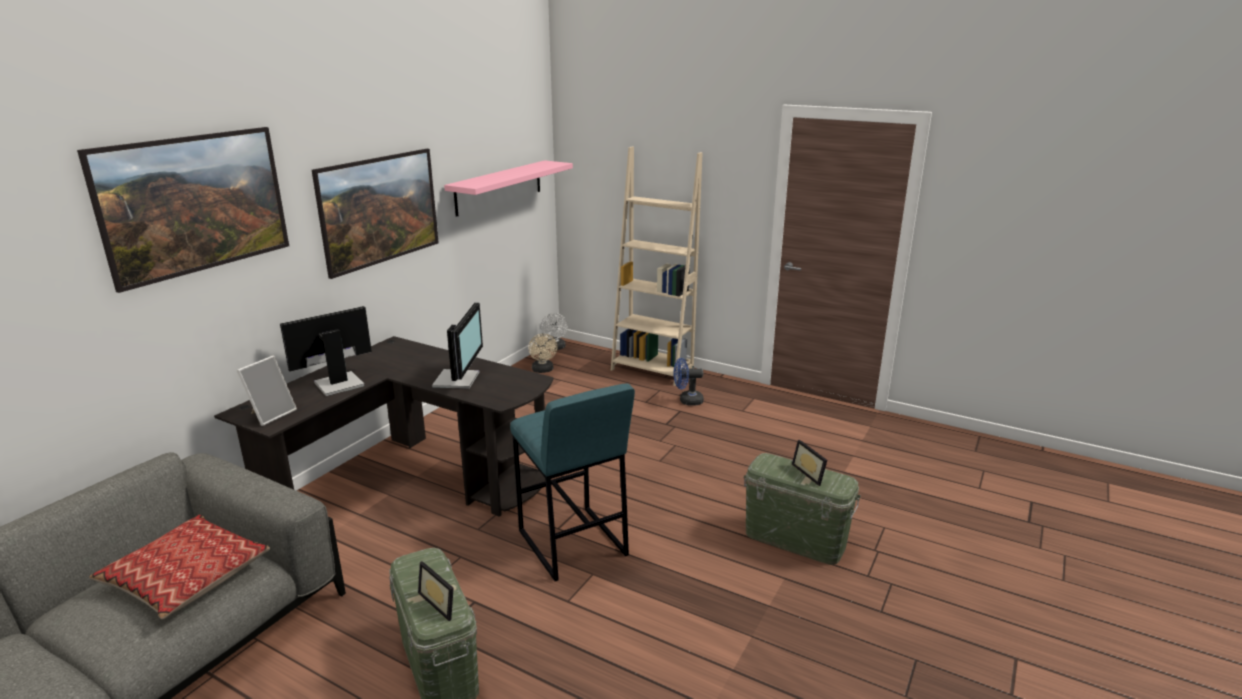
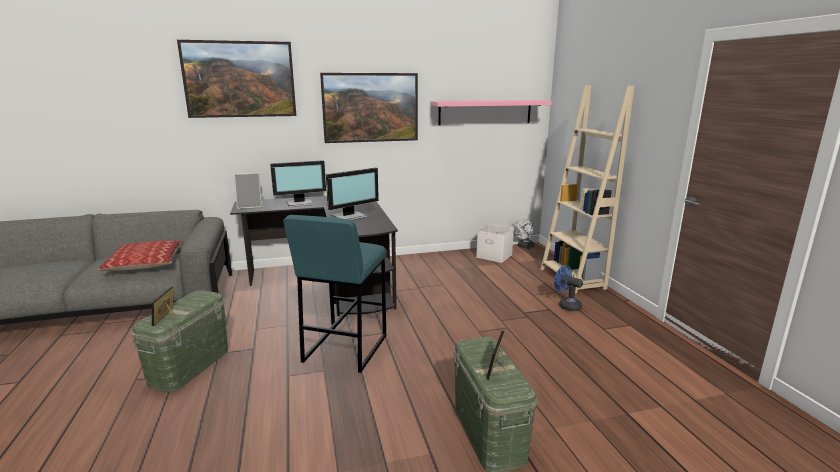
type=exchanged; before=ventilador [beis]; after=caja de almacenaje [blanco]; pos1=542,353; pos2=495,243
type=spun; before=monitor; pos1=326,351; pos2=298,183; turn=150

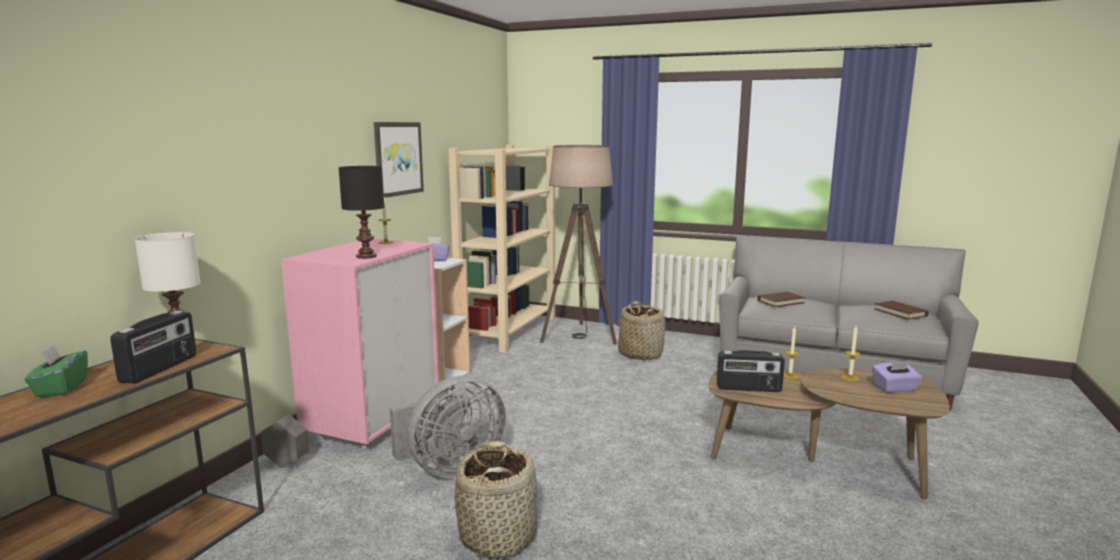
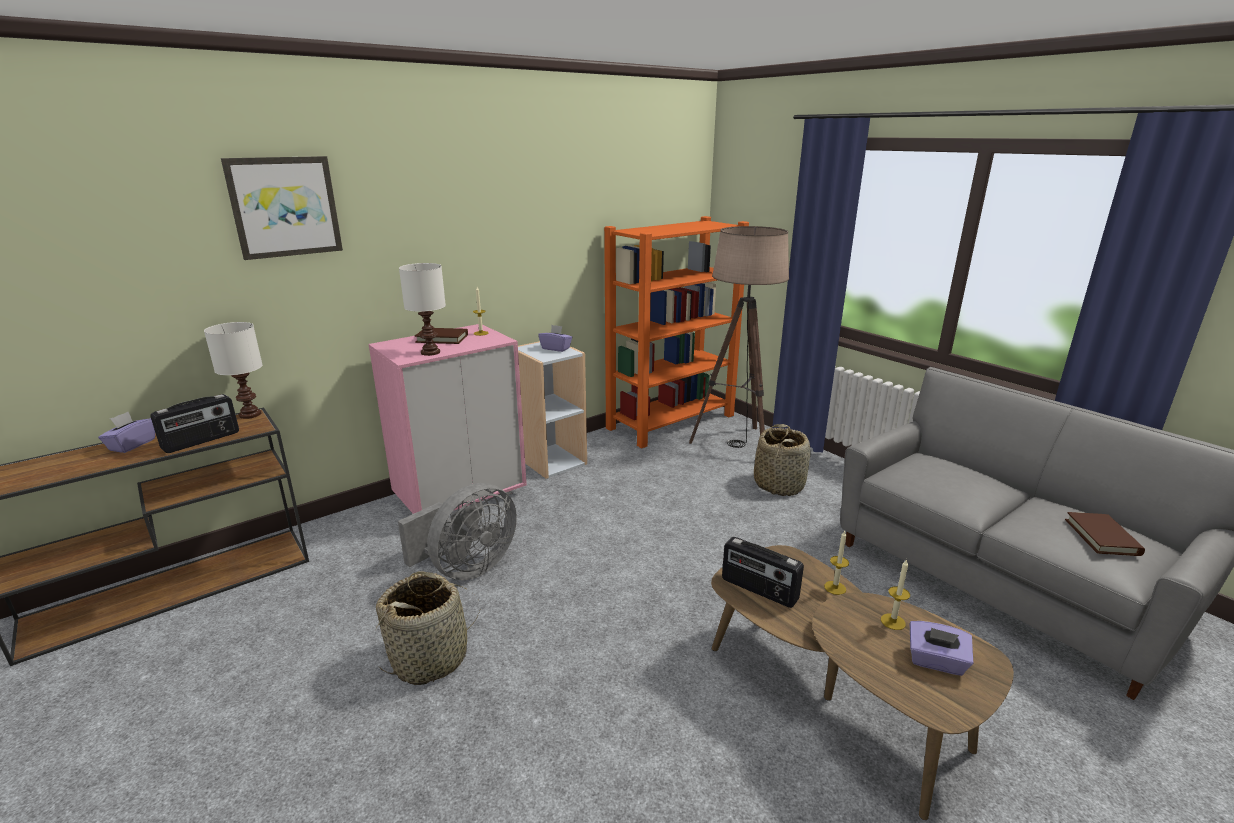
type=missing; before=maceta [gris]; pos1=285,441
type=relocated; before=cuadro; pos1=399,160; pos2=282,208
type=relocated; before=libro [marrón]; pos1=781,299; pos2=441,336
type=colour; before=caja de pañuelos [verde]; after=caja de pañuelos [morado]; pos1=56,370; pos2=126,432
type=colour; before=lámpara de mesa [negro]; after=lámpara de mesa [blanco]; pos1=361,212; pos2=422,309
type=colour; before=estantería [beis]; after=estantería [naranja]; pos1=501,249; pos2=676,332
type=spun; before=ventilador [gris]; pos1=448,427; pos2=457,531; turn=-45

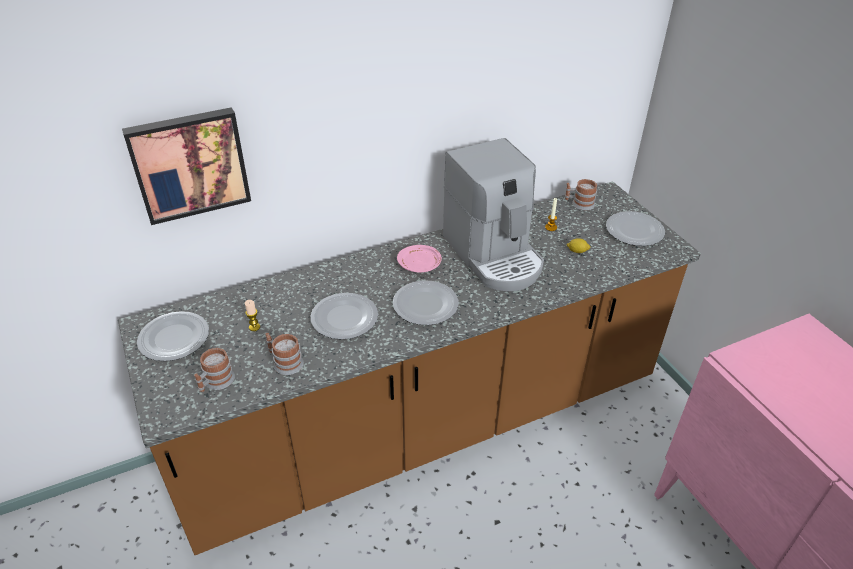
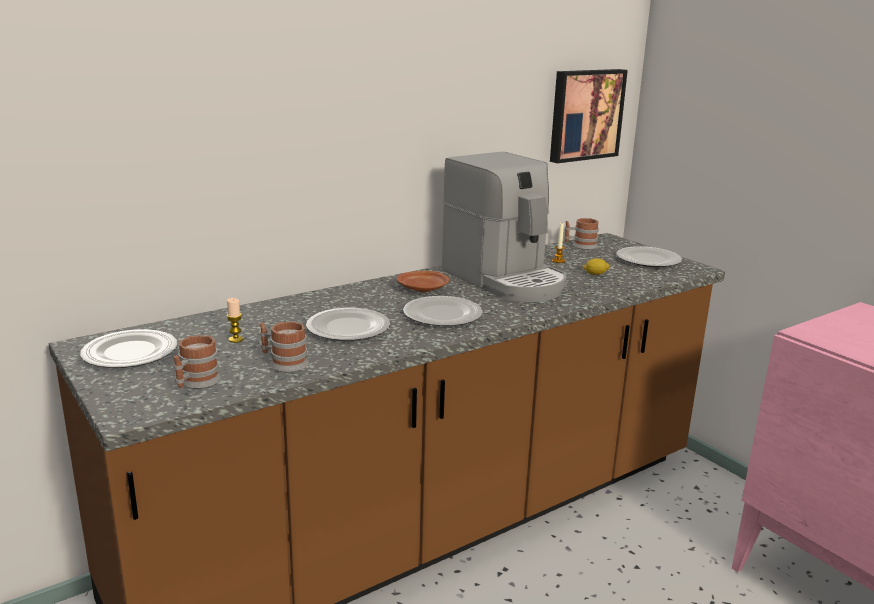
type=relocated; before=cuadro; pos1=186,166; pos2=589,116
type=colour; before=plato [rosa]; after=plato [marrón]; pos1=419,258; pos2=423,281

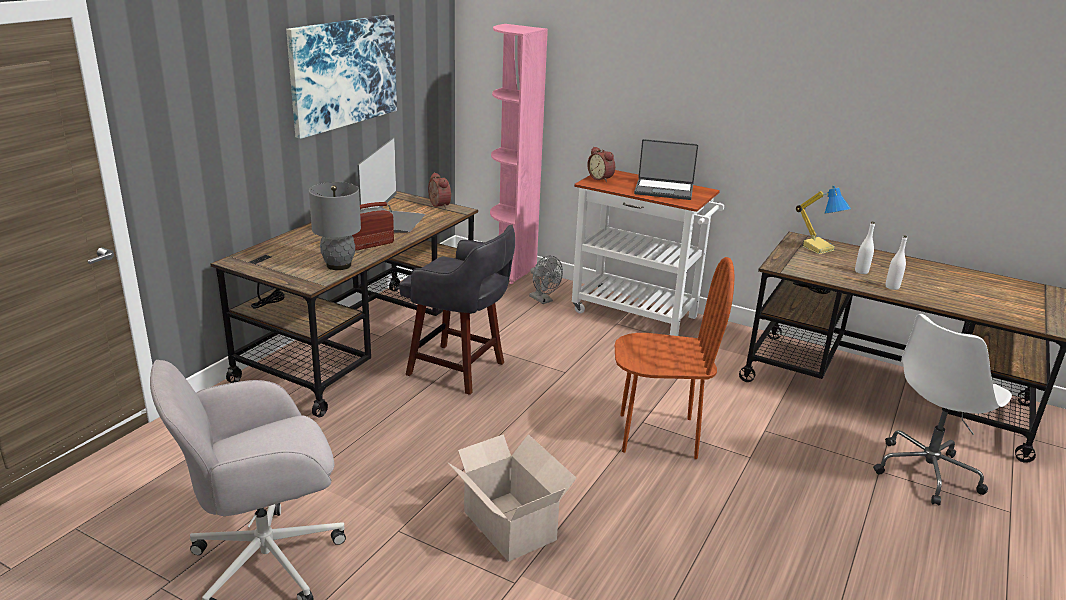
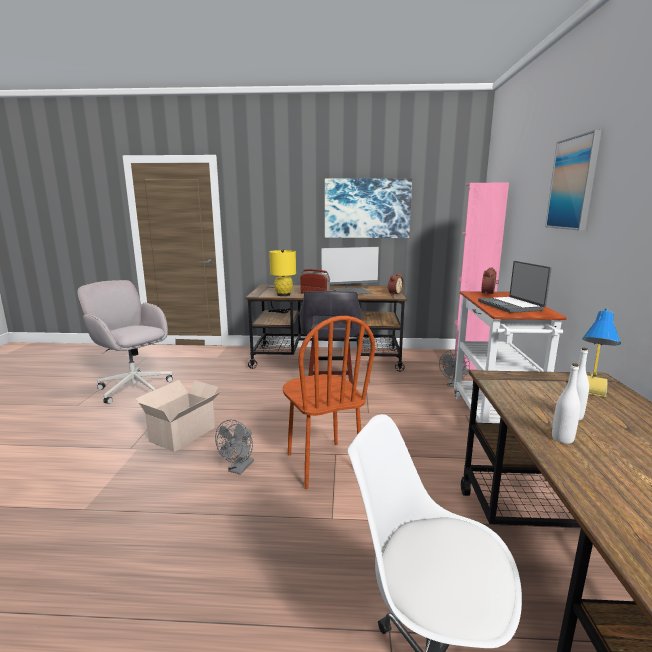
type=appeared; after=ventilador [gris]; pos2=234,447
type=appeared; after=cuadro; pos2=573,180
type=colour; before=lámpara de mesa [gris]; after=lámpara de mesa [amarillo]; pos1=335,226; pos2=282,272

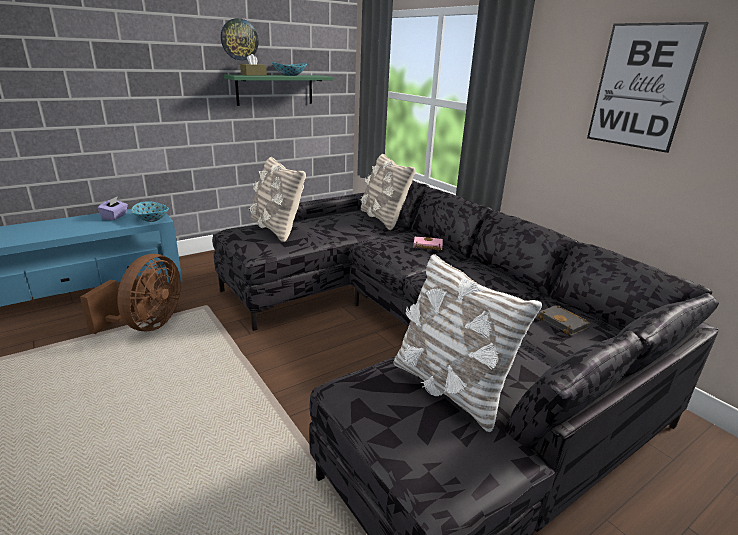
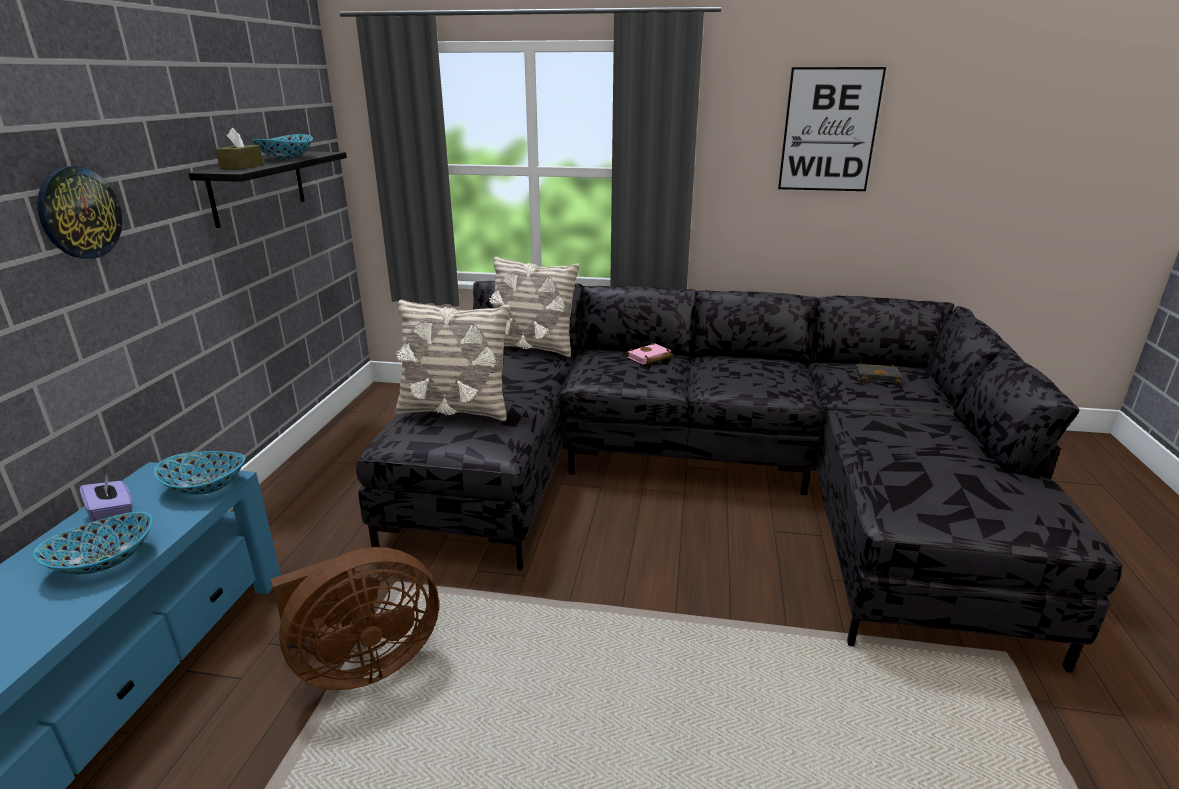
type=missing; before=cojín [blanco]; pos1=468,343
type=appeared; after=cuenco; pos2=93,543
type=relocated; before=reloj de pared; pos1=239,39; pos2=79,212
type=colour; before=estante [verde]; after=estante [negro]; pos1=278,90; pos2=268,189
type=spun; before=ventilador [marrón]; pos1=130,294; pos2=355,618; turn=90

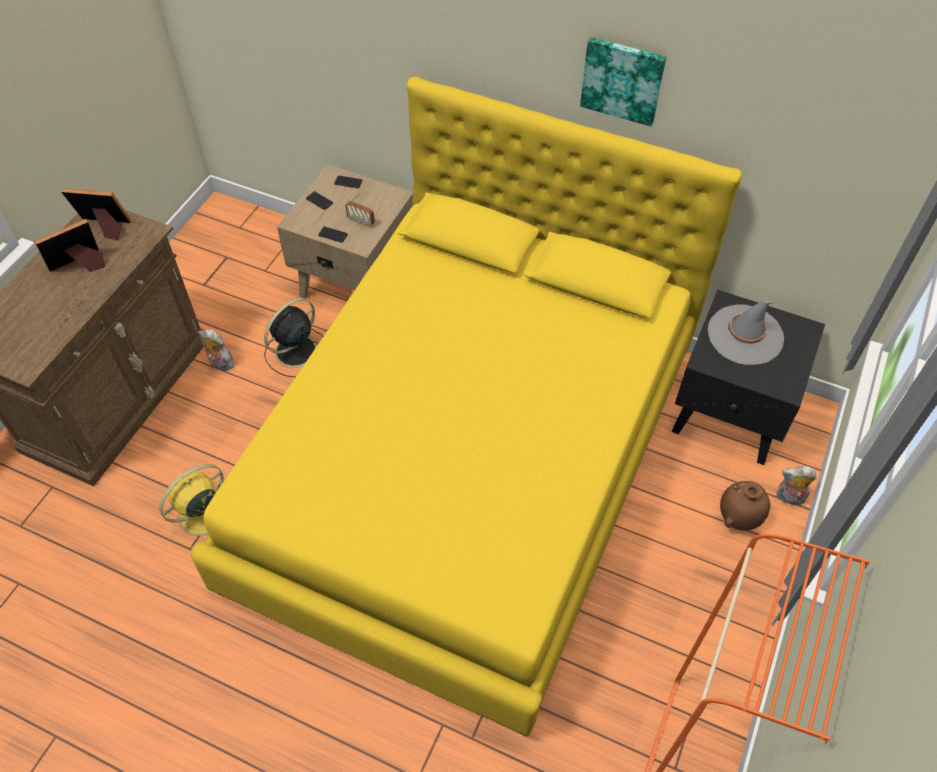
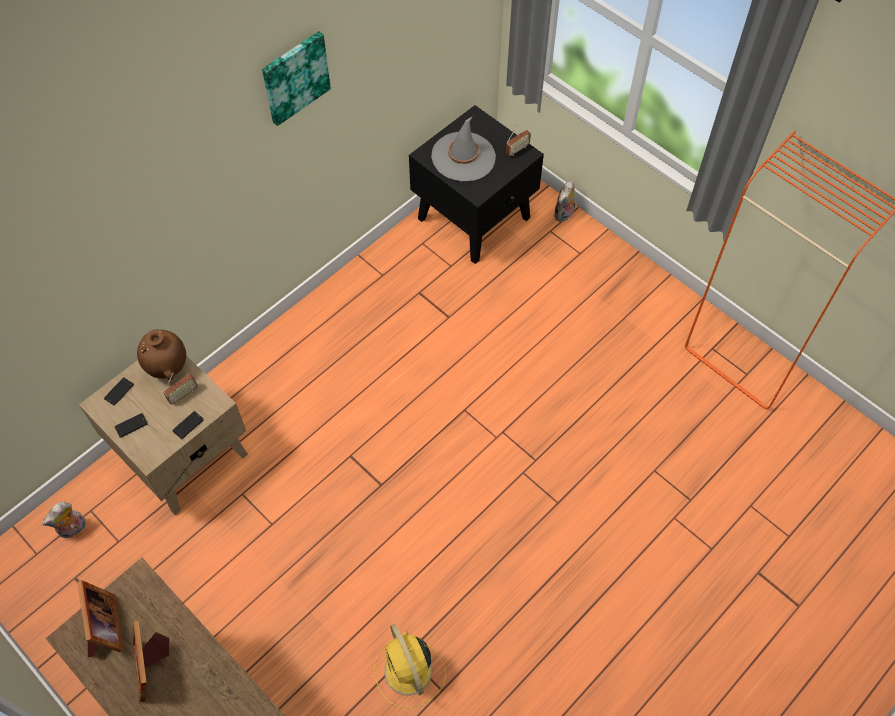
type=missing; before=cama [amarillo]; pos1=466,406
type=missing; before=ventilador [negro]; pos1=293,337
type=appeared; after=radio; pos2=518,140
type=relocated; before=peluche; pos1=216,350; pos2=64,520
type=relocated; before=florero [marrón]; pos1=745,506; pos2=161,355
type=spun; before=portarretratos; pos1=96,214; pos2=100,618; turn=135

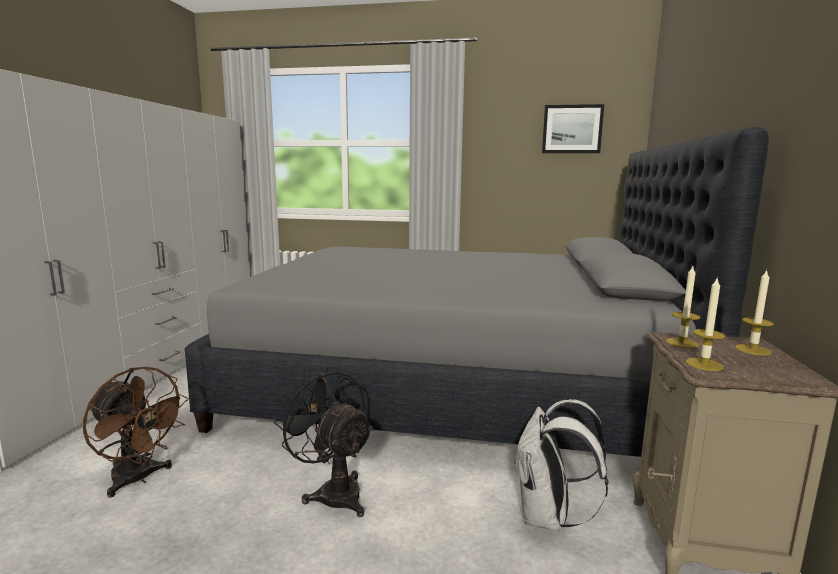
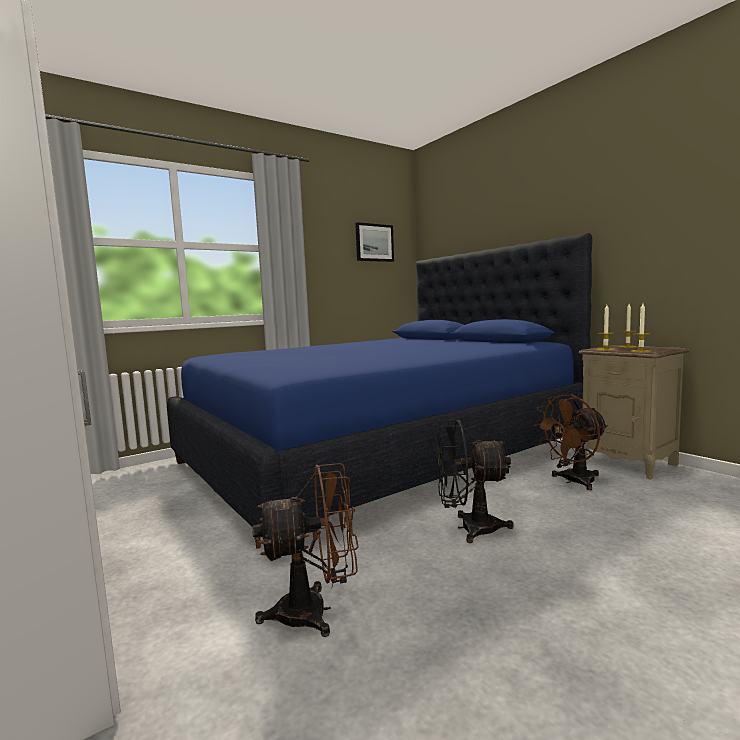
type=exchanged; before=mochila [blanco]; after=ventilador [marrón]; pos1=561,465; pos2=570,442
type=colour; before=cama [gris]; after=cama [azul]; pos1=477,292; pos2=379,397

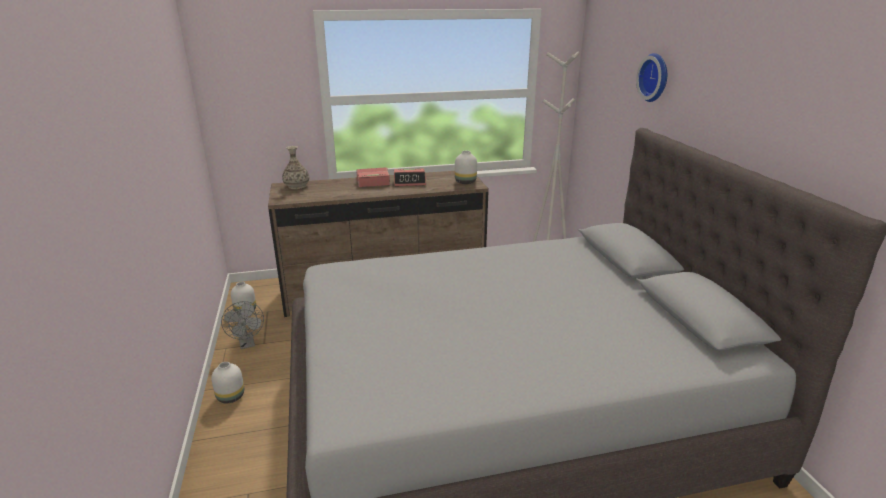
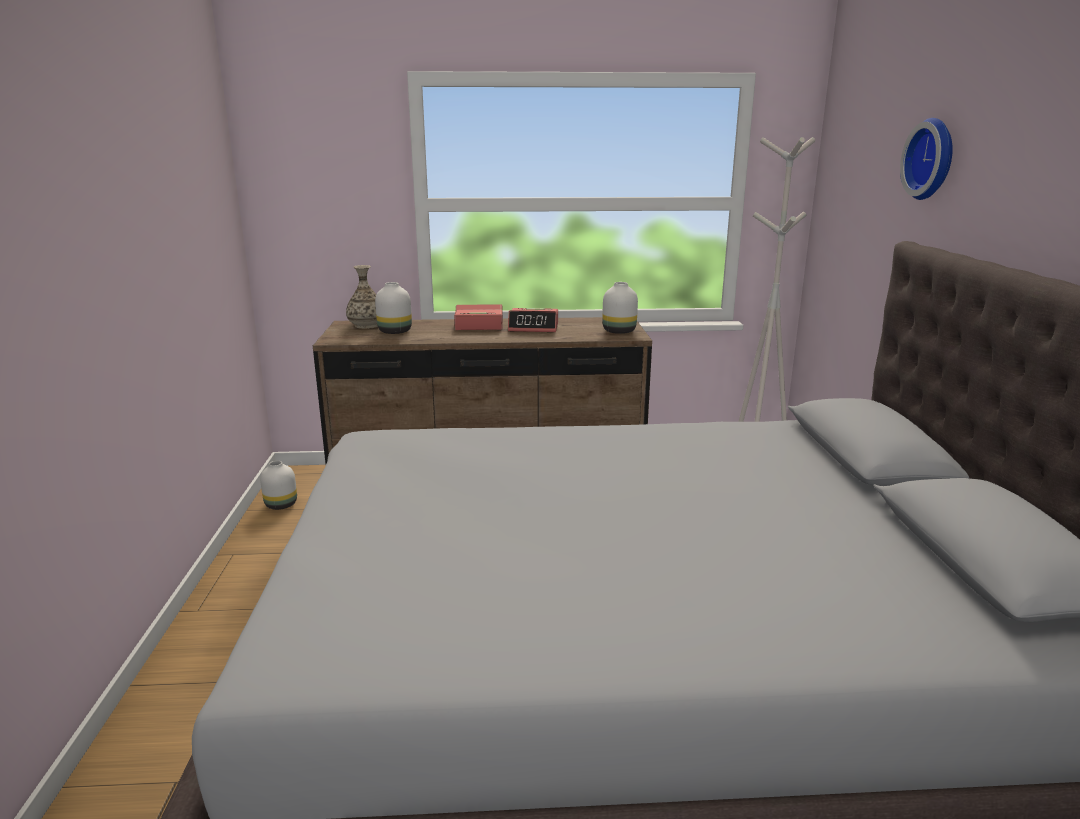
type=missing; before=ventilador [gris]; pos1=242,325
type=relocated; before=florero [blanco]; pos1=227,382; pos2=393,308

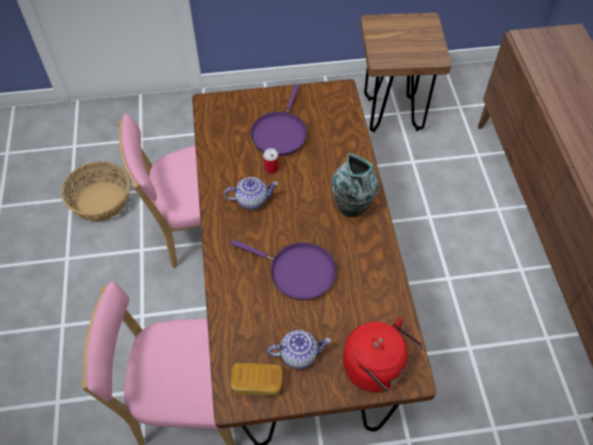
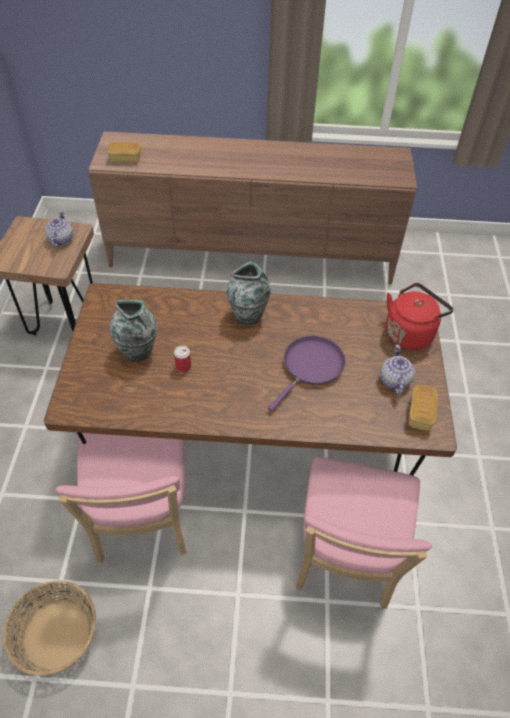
type=appeared; after=pan; pos2=124,152
type=relocated; before=tetera; pos1=251,193; pos2=59,229
type=exchanged; before=sartén [morado]; after=florero; pos1=278,120; pos2=133,331

